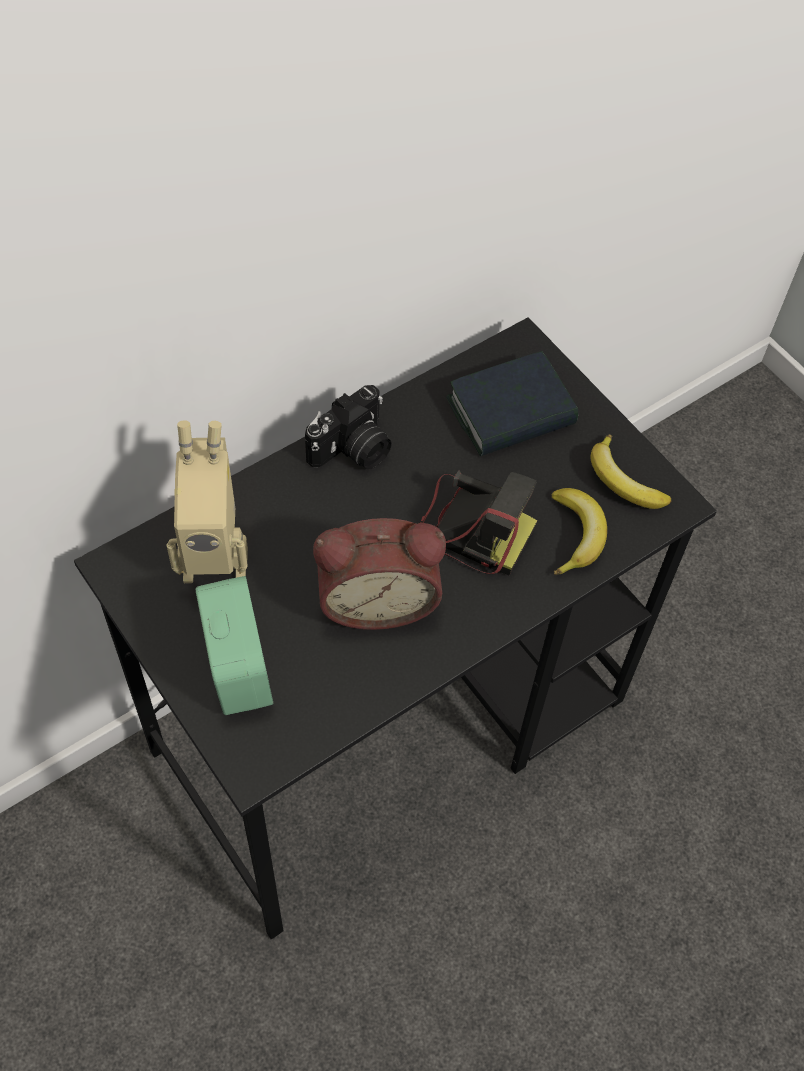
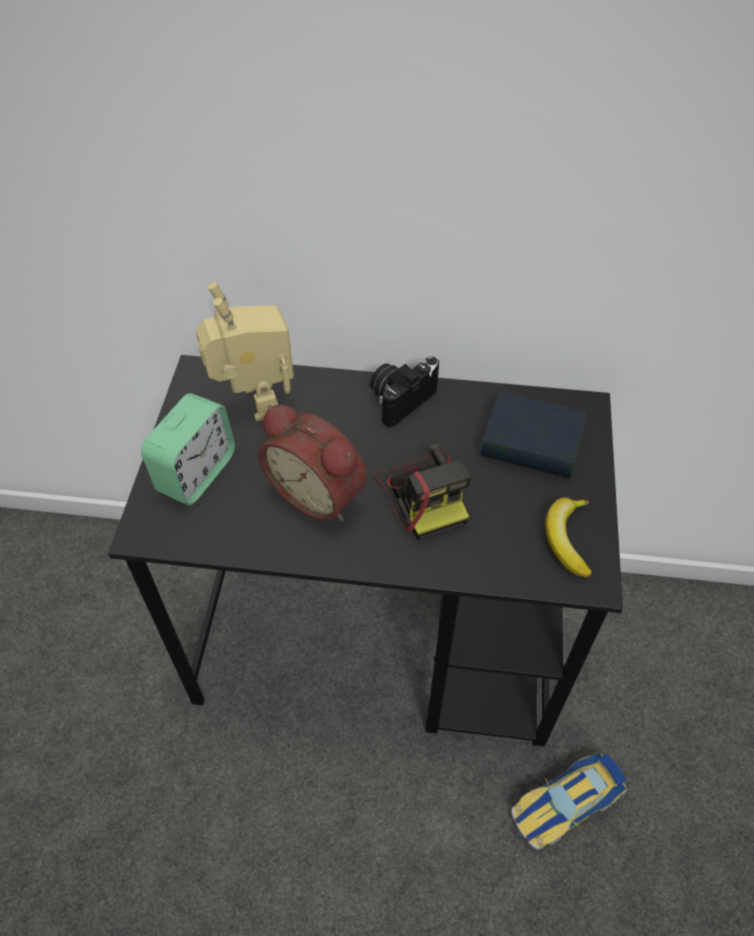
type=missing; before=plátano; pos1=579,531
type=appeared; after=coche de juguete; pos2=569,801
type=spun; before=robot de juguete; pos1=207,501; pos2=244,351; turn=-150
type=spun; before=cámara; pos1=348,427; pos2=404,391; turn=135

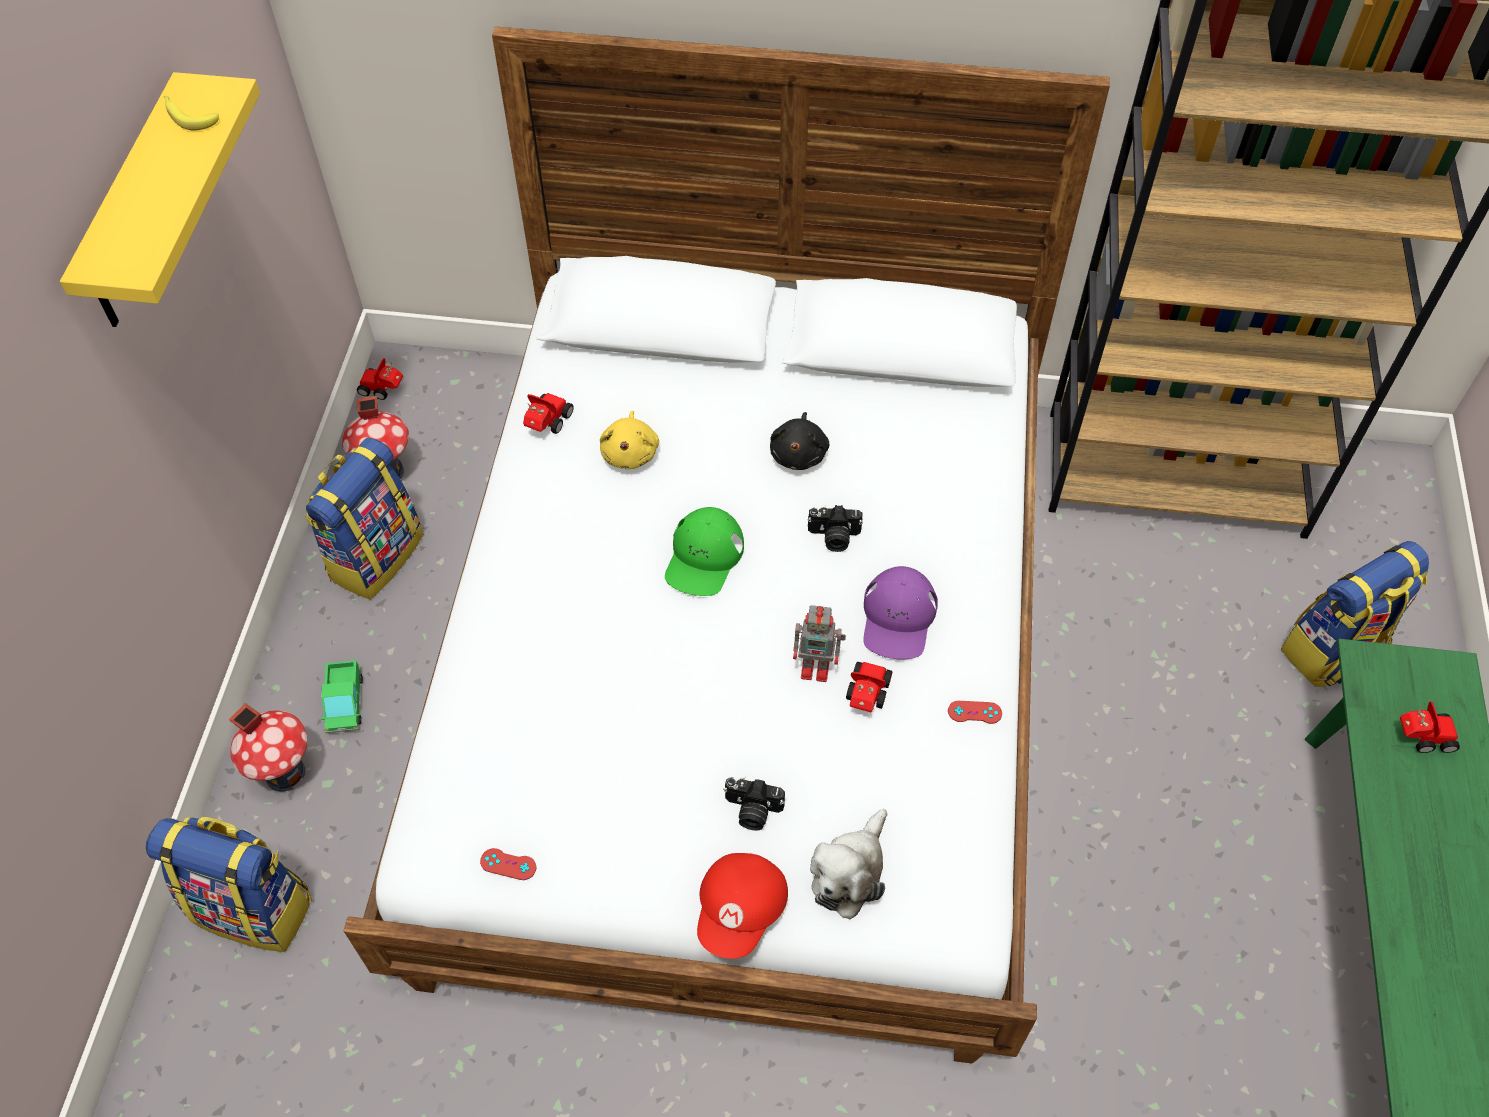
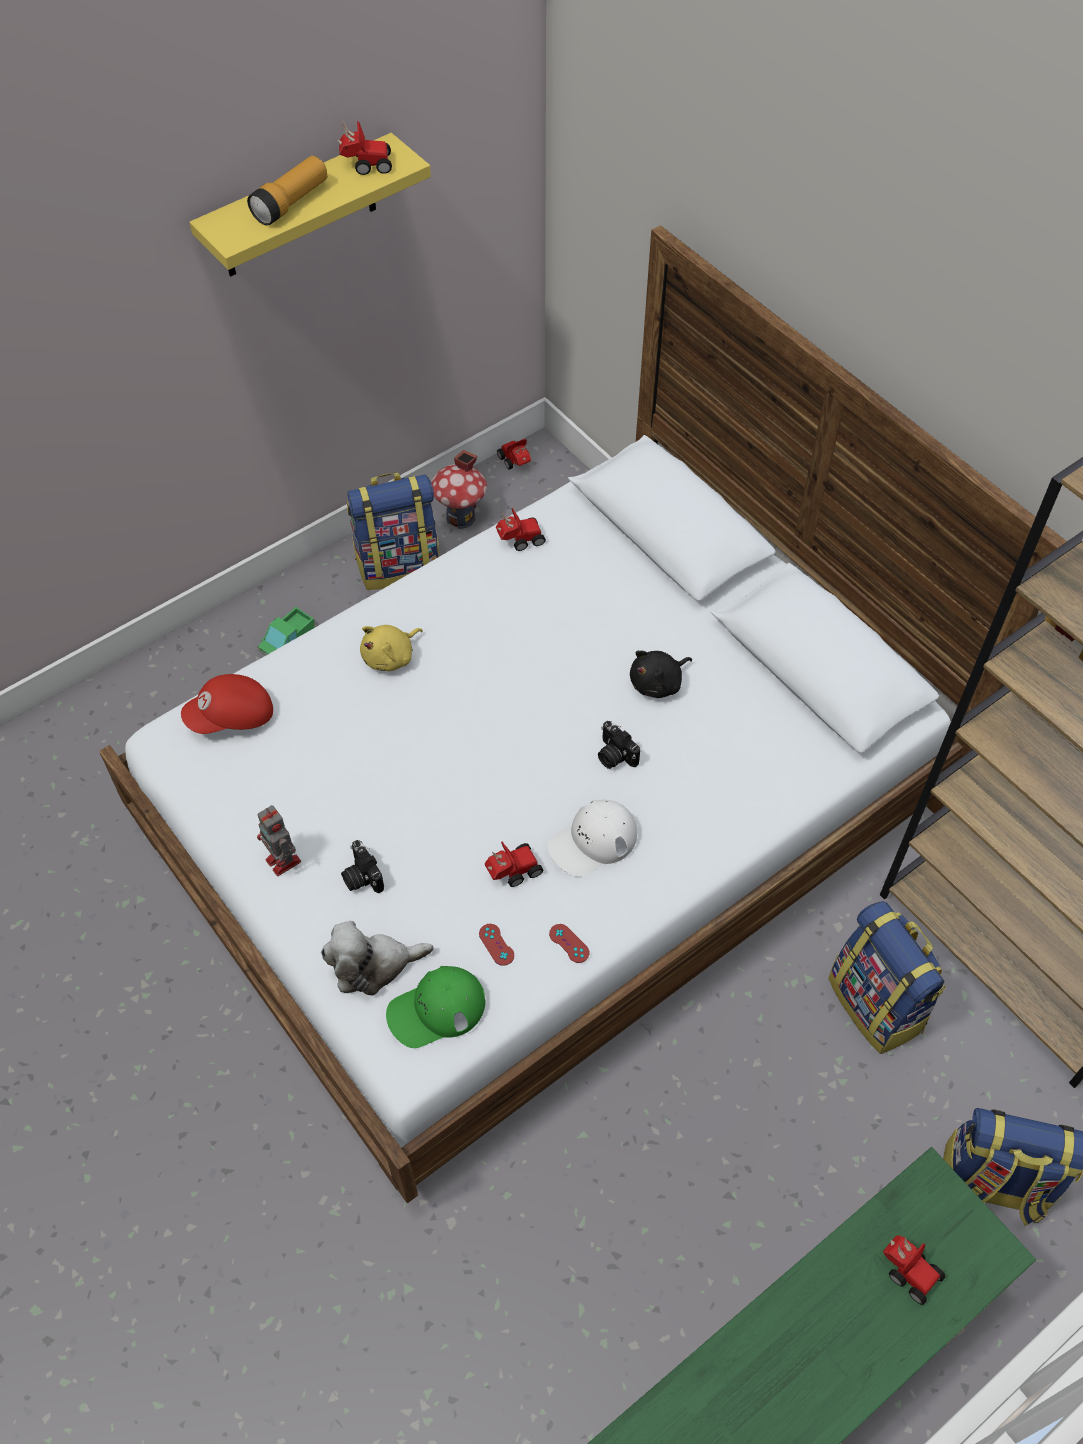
type=missing; before=casita; pos1=268,747
type=appeared; after=linterna; pos2=287,191
type=relocated; before=mochila; pos1=229,884; pos2=887,977
type=relocated; before=mando de consola [rojo]; pos1=508,864; pos2=496,945
type=relocated; before=peluche [amarillo]; pos1=629,440; pos2=391,648
type=relocated; before=gorra [verde]; pos1=704,551; pos2=436,1007
type=relocated; before=gorra [rojo]; pos1=742,906; pos2=227,704
type=relocated; before=robot de juguete; pos1=819,643; pos2=279,840
type=exchanged; before=plátano; after=coche de juguete; pos1=191,113; pos2=364,147
type=colour; before=gorra [morado]; after=gorra [blanco]; pos1=900,612; pos2=592,838

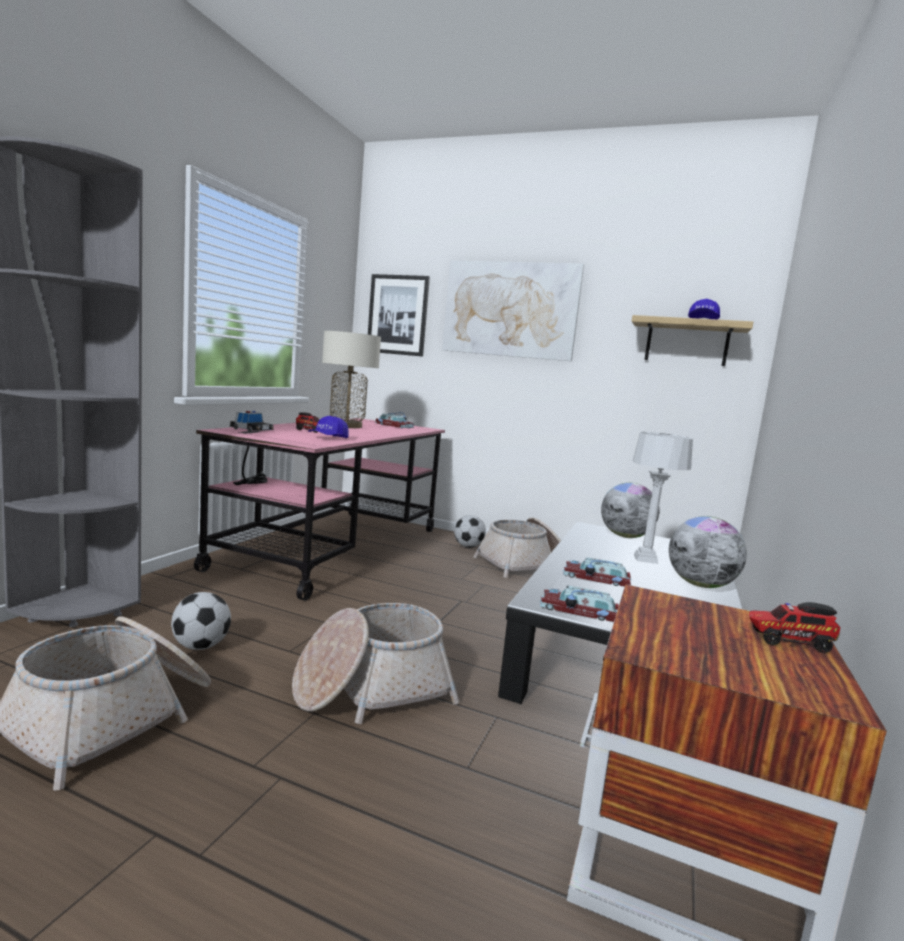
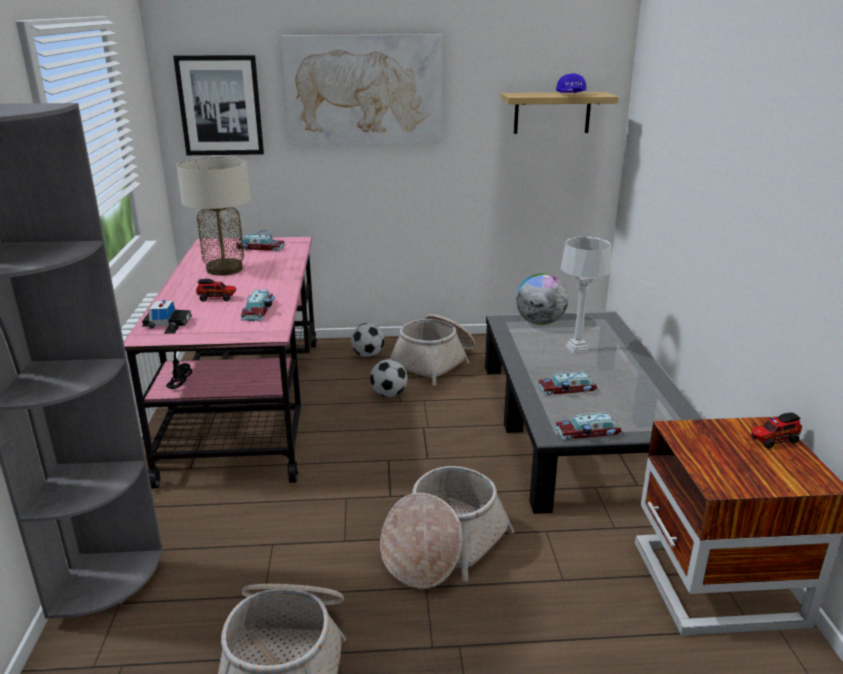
type=missing; before=globo terráqueo; pos1=708,552
type=relocated; before=balón de fútbol; pos1=201,621; pos2=389,378
type=exchanged; before=gorra [azul]; after=coche de juguete; pos1=328,427; pos2=258,305

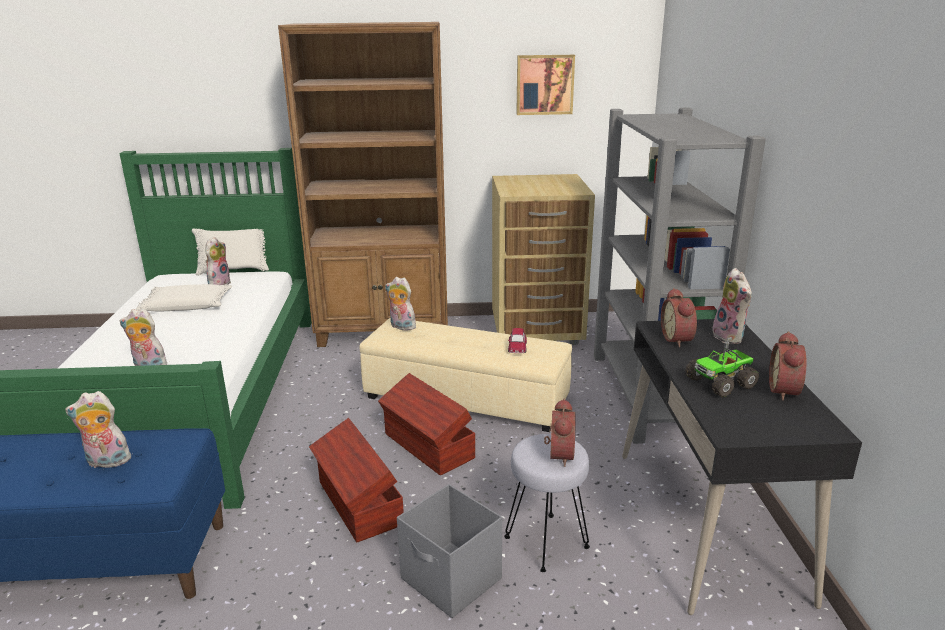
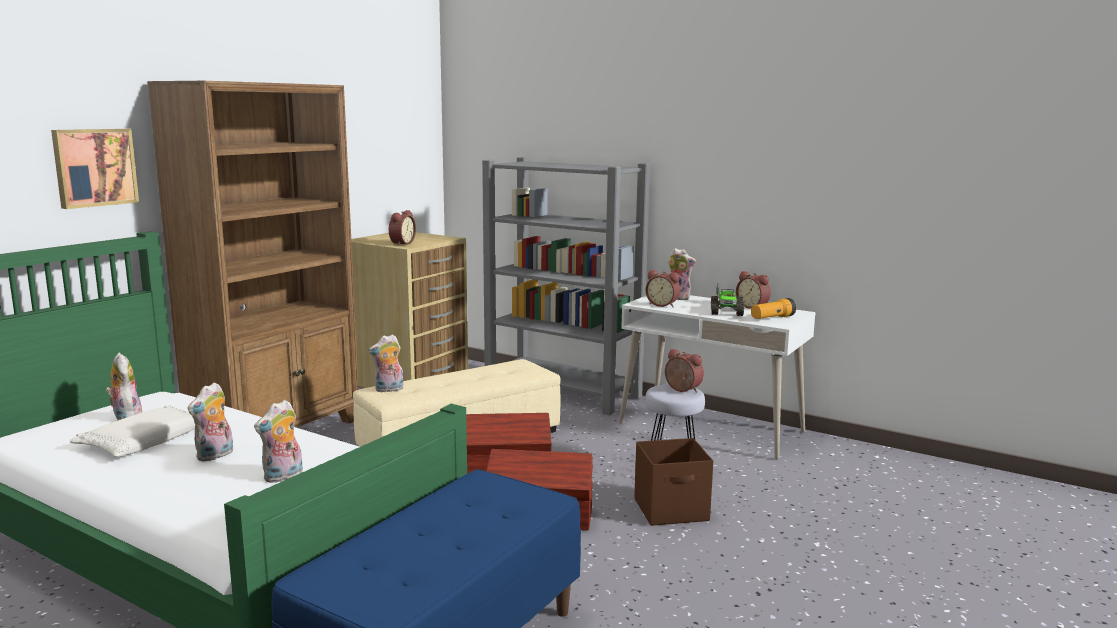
type=missing; before=cojín [blanco]; pos1=230,252
type=missing; before=coche de juguete; pos1=517,340
type=appeared; after=despertador; pos2=402,228
type=appeared; after=linterna; pos2=773,308
type=relocated; before=peluche; pos1=98,429; pos2=210,422
type=relocated; before=cuadro; pos1=545,85; pos2=95,169
type=colour; before=caja de almacenaje [gris]; after=caja de almacenaje [marrón]; pos1=449,551; pos2=673,482
type=colour; before=escritorio [negro]; after=escritorio [blanco]; pos1=742,467; pos2=717,377

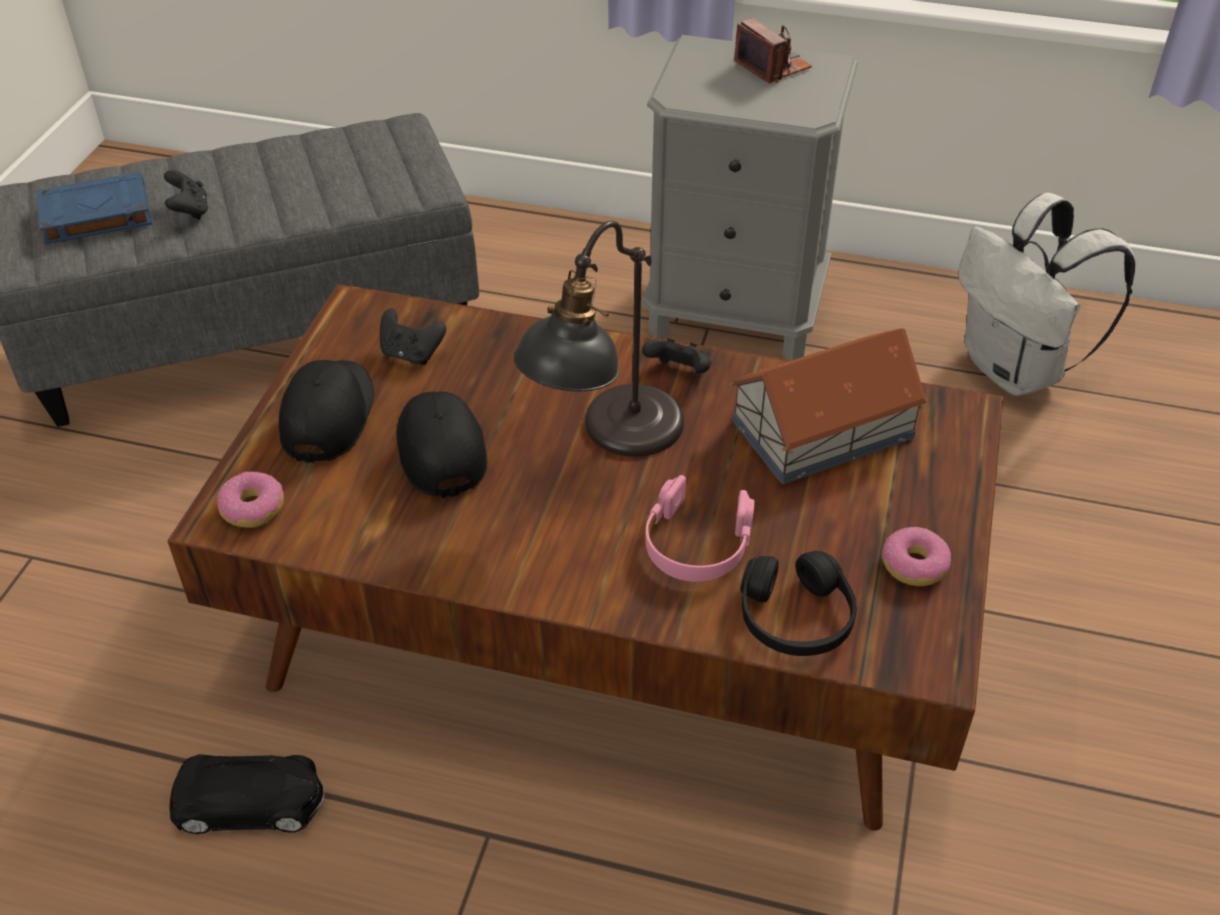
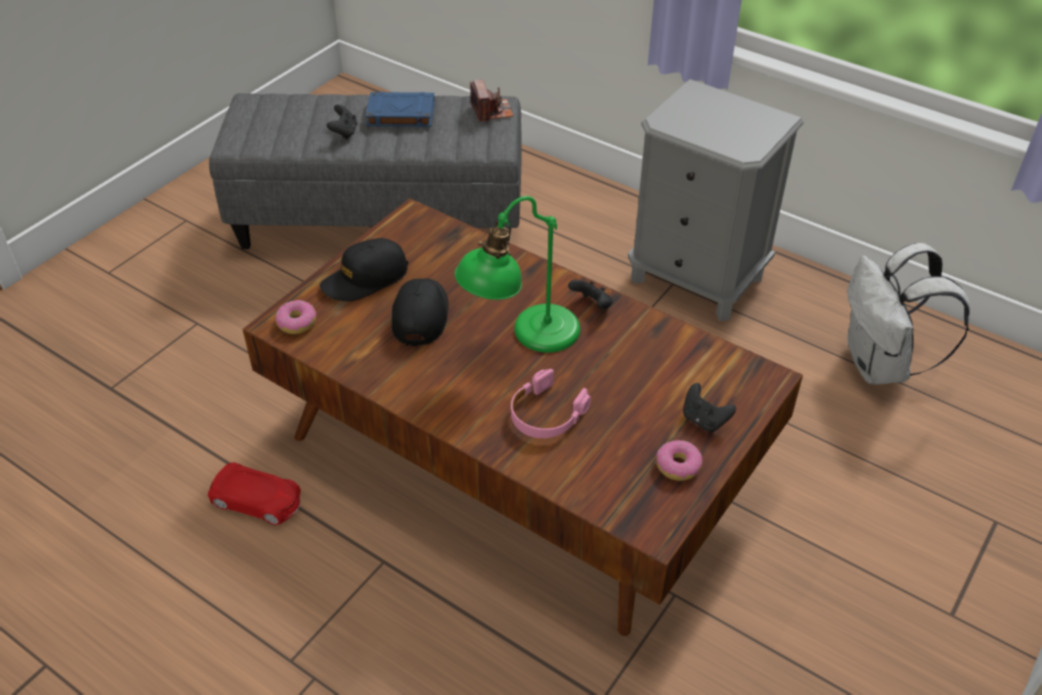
type=missing; before=casita; pos1=829,406
type=missing; before=auriculares [negro]; pos1=799,603
type=relocated; before=libro [azul]; pos1=94,208; pos2=400,109
type=relocated; before=mando de consola [negro]; pos1=413,336; pos2=709,407
type=relocated; before=cámara; pos1=773,50; pos2=492,101
type=colour; before=coche de juguete [negro]; after=coche de juguete [rojo]; pos1=247,794; pos2=254,493
type=colour; before=lámpara de mesa [gris]; after=lámpara de mesa [verde]; pos1=599,339; pos2=517,274
type=spun; before=gorra [negro]; pos1=326,411; pos2=364,269; turn=-150

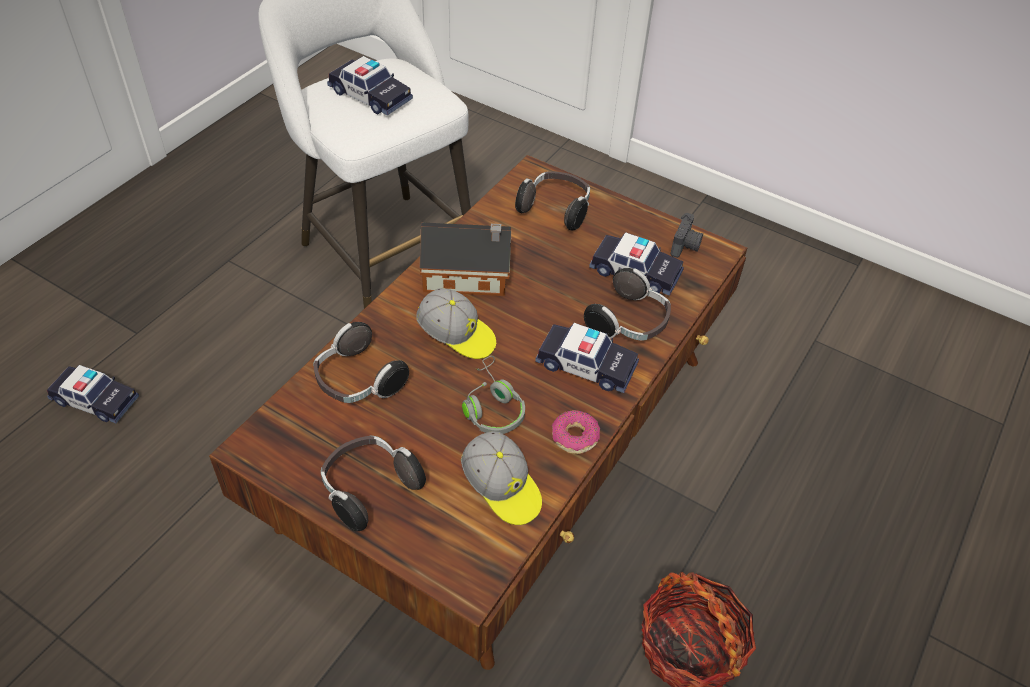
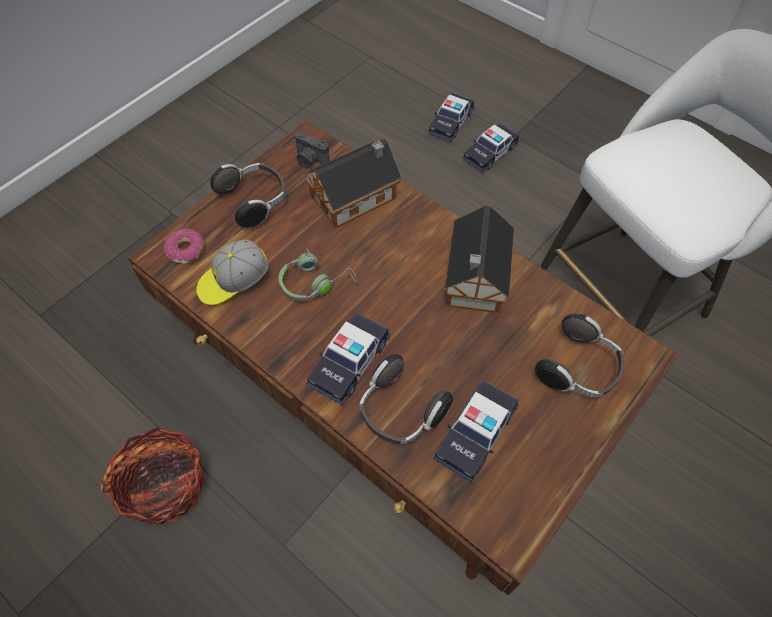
type=missing; before=gorra; pos1=456,323
type=relocated; before=coche de juguete; pos1=370,85; pos2=491,148
type=relocated; before=rosquilla; pos1=576,432; pos2=184,246
type=relocated; before=cámara; pos1=687,235; pos2=312,150
type=exchanged; before=auriculares; after=casita; pos1=361,362; pos2=353,183

